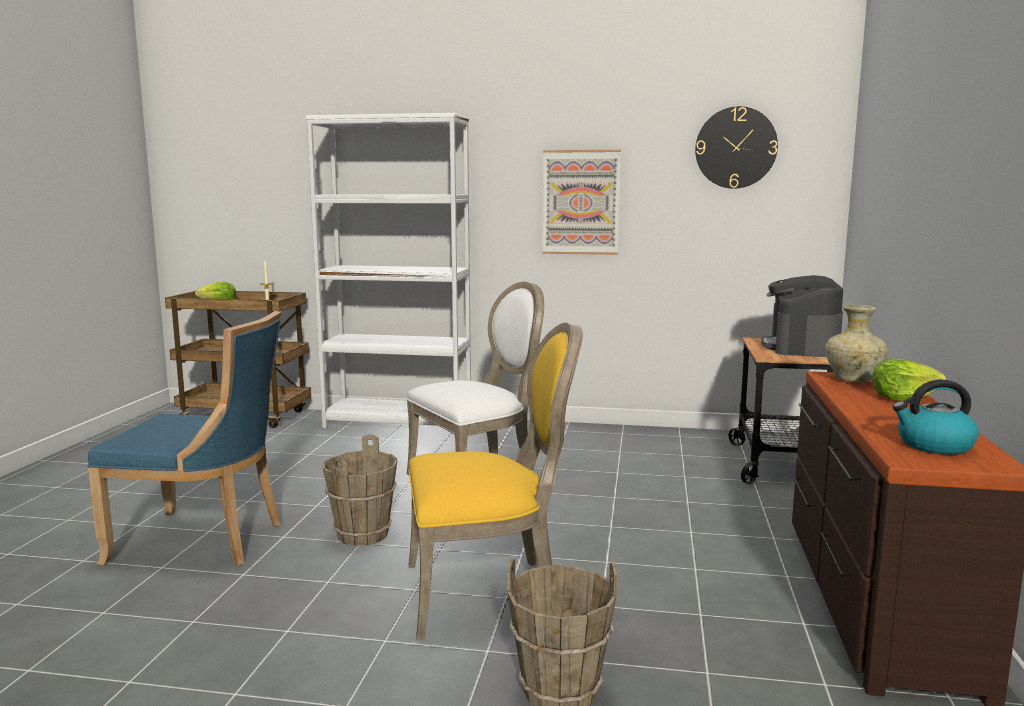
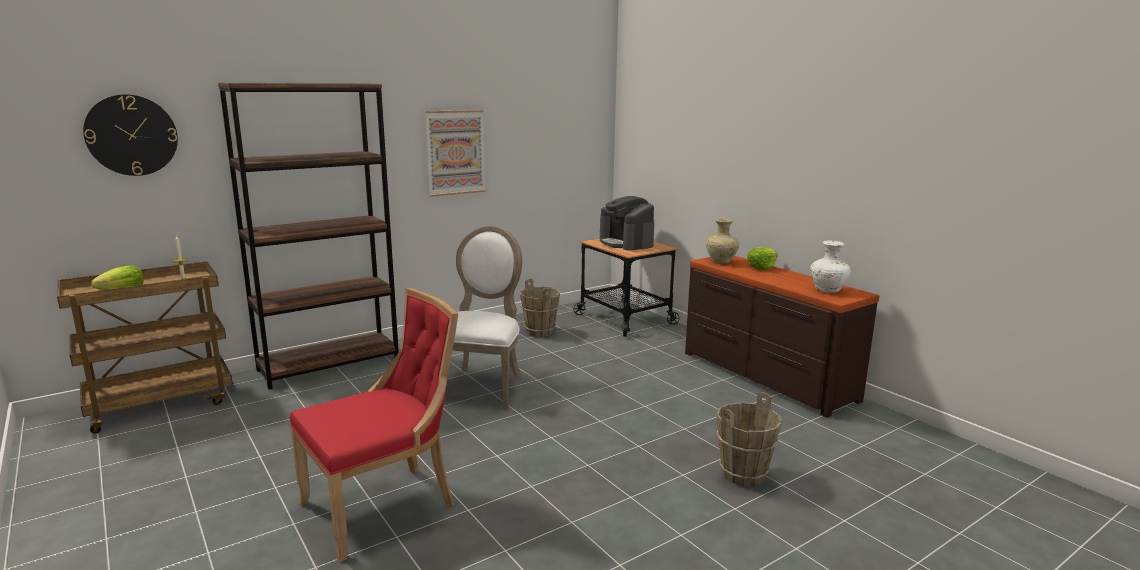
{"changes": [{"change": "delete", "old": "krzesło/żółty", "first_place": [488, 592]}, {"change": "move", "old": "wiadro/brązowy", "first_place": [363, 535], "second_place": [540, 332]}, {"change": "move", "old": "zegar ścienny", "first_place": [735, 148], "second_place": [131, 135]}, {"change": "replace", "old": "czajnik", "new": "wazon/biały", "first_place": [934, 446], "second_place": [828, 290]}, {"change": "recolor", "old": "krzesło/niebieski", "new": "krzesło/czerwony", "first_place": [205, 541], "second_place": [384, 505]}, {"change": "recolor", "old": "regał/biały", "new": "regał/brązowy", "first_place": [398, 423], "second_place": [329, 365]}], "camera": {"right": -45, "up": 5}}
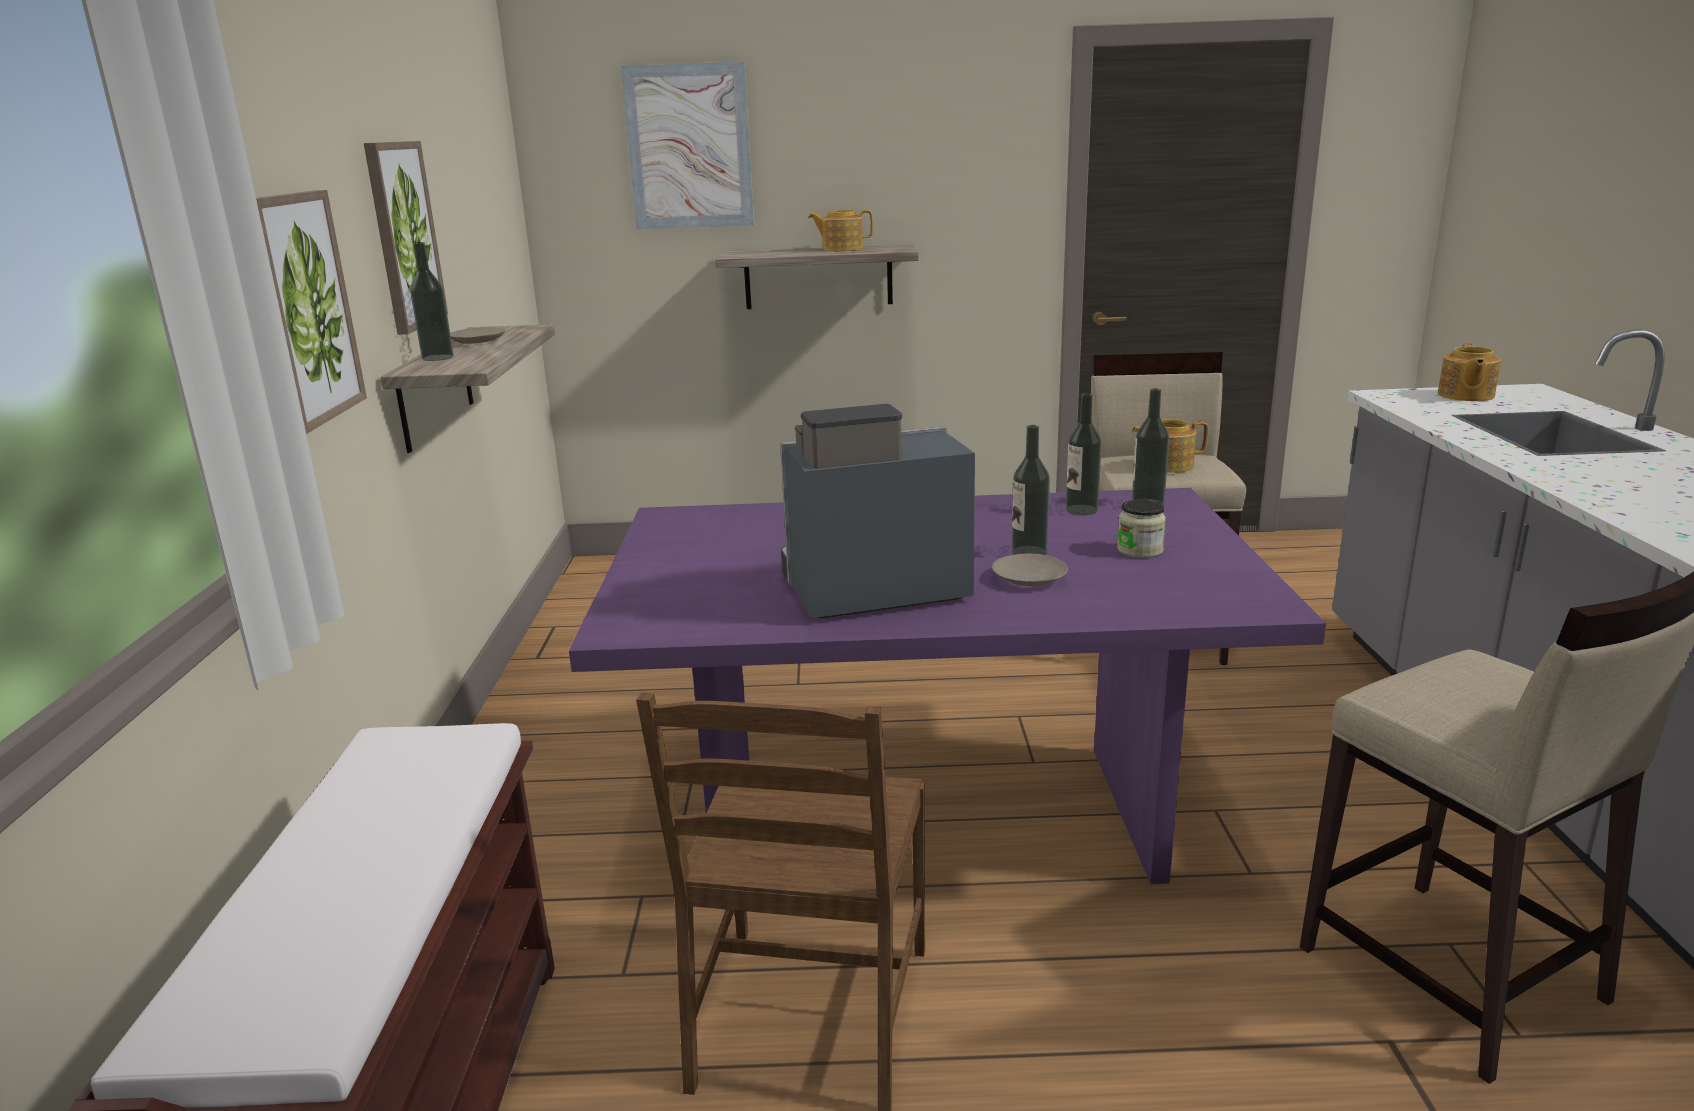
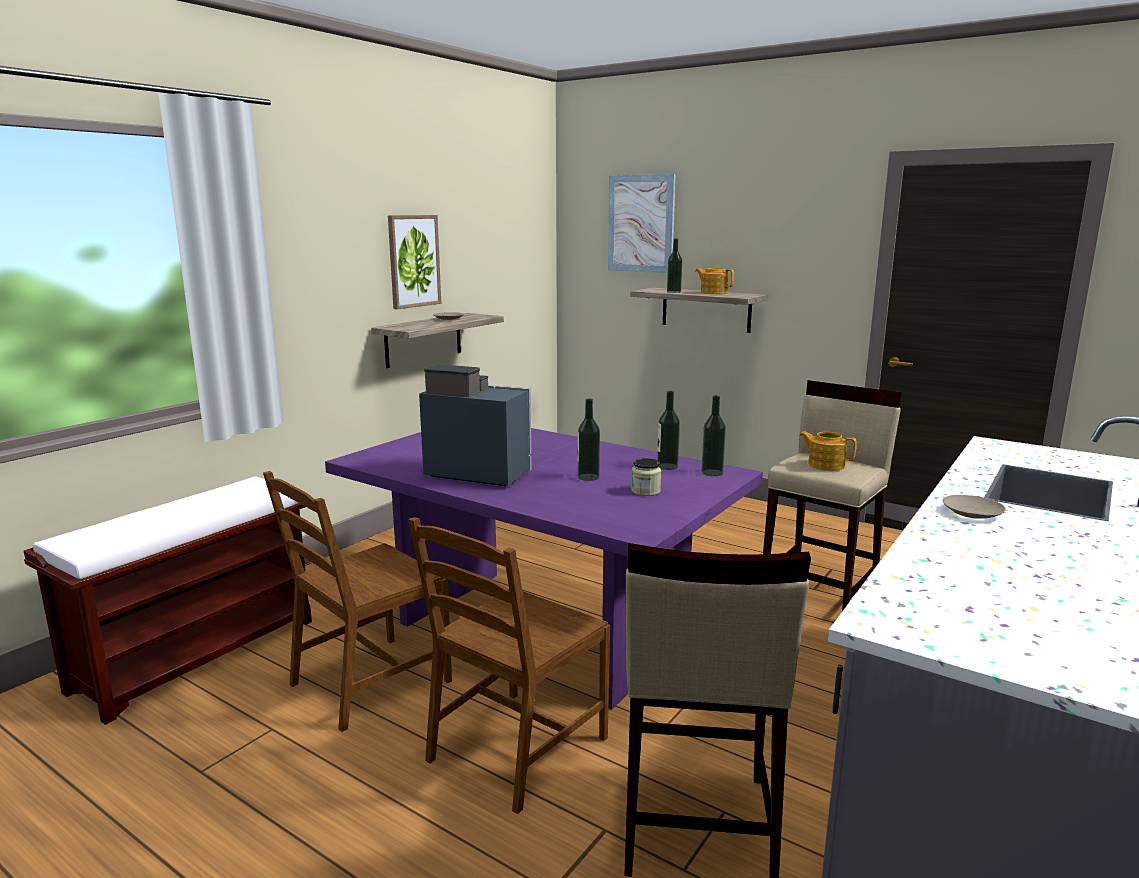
{"changes": [{"change": "delete", "old": "obraz", "first_place": [303, 309]}, {"change": "delete", "old": "imbryk", "first_place": [1465, 395]}, {"change": "insert", "new": "krzesło/brązowy", "second_place": [516, 749]}, {"change": "move", "old": "butelka", "first_place": [437, 358], "second_place": [674, 292]}, {"change": "move", "old": "talerz/beżowy", "first_place": [1029, 578], "second_place": [972, 513]}], "camera": {"right": 35, "up": -5}}
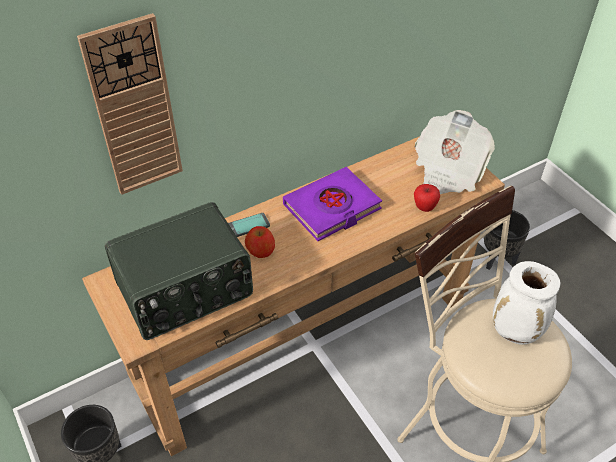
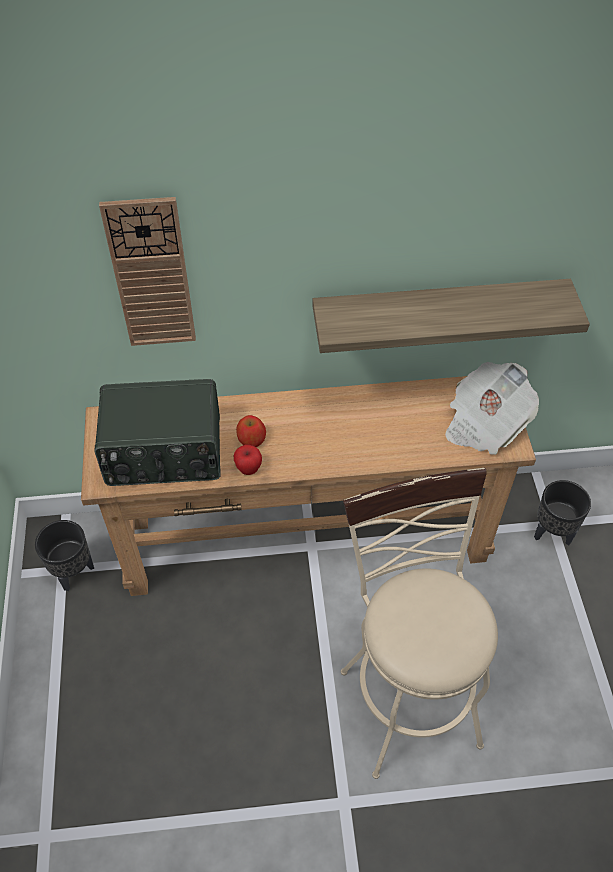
{"changes": [{"change": "delete", "old": "telefon", "first_place": [248, 226]}, {"change": "delete", "old": "książka/fioletowy", "first_place": [332, 208]}, {"change": "delete", "old": "wazon/biały", "first_place": [516, 332]}, {"change": "insert", "new": "półka", "second_place": [438, 312]}, {"change": "move", "old": "jabłko", "first_place": [424, 207], "second_place": [248, 469]}], "camera": {"right": 25, "up": 5}}
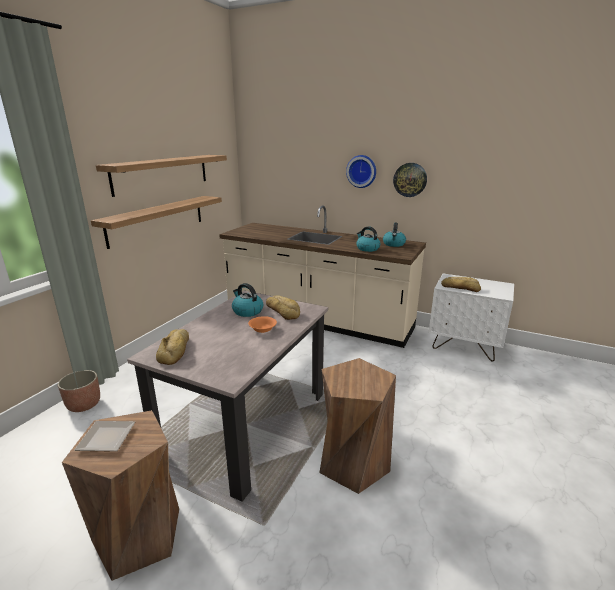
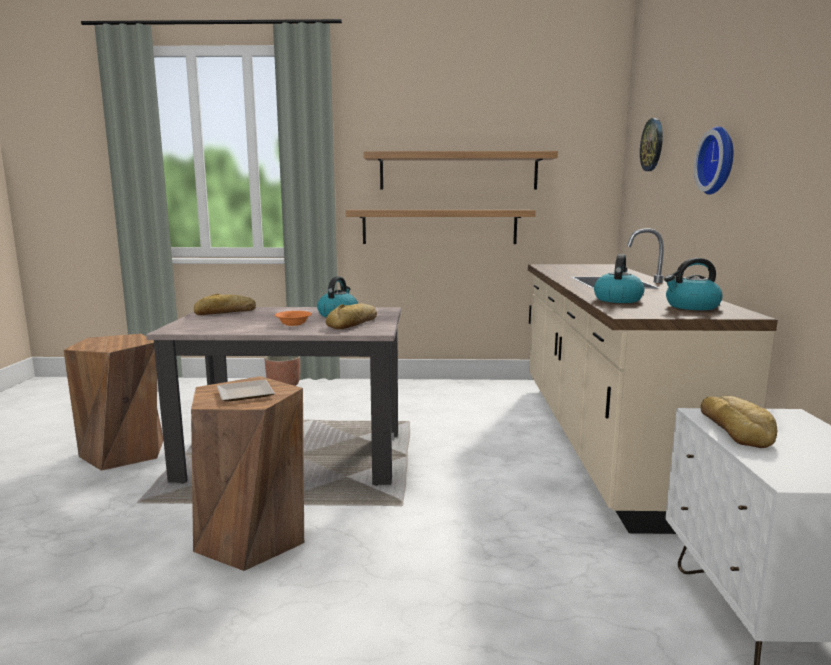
{"changes": [{"change": "move", "old": "talerz", "first_place": [104, 439], "second_place": [243, 393]}, {"change": "move", "old": "zegar ścienny", "first_place": [410, 180], "second_place": [652, 145]}], "camera": {"right": 65, "up": -10}}
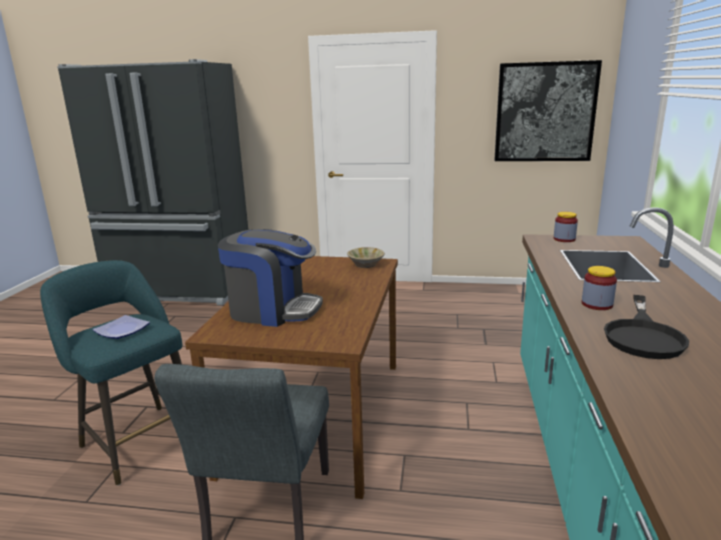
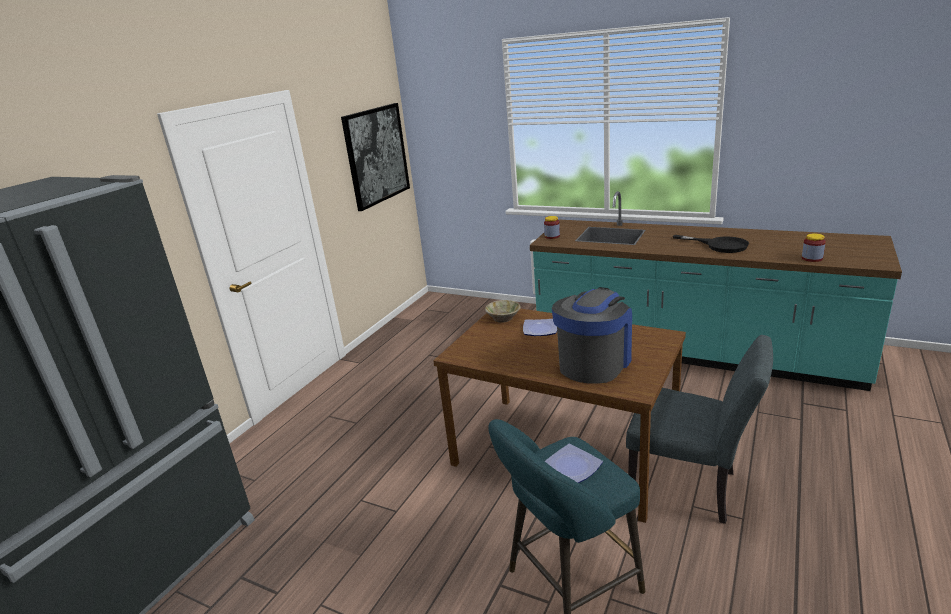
{"changes": [{"change": "insert", "new": "talerz", "second_place": [541, 329]}, {"change": "move", "old": "słoik", "first_place": [597, 304], "second_place": [812, 258]}], "camera": {"right": -70, "up": 5}}
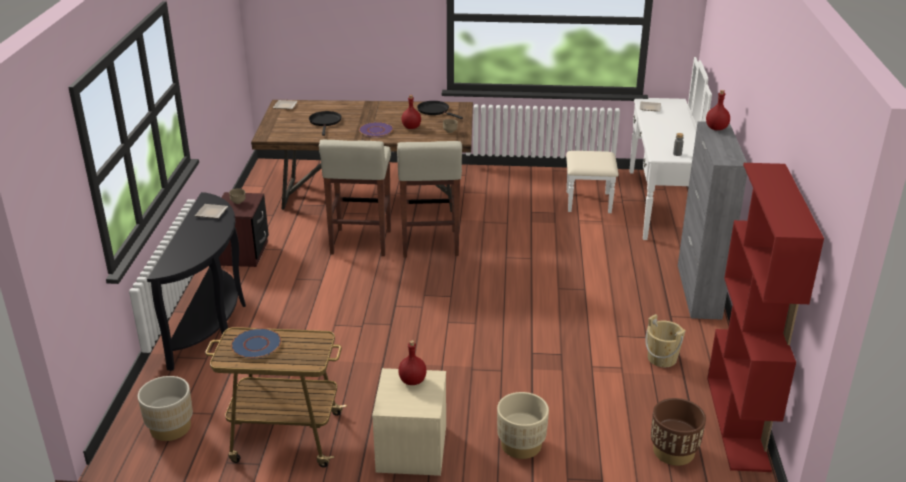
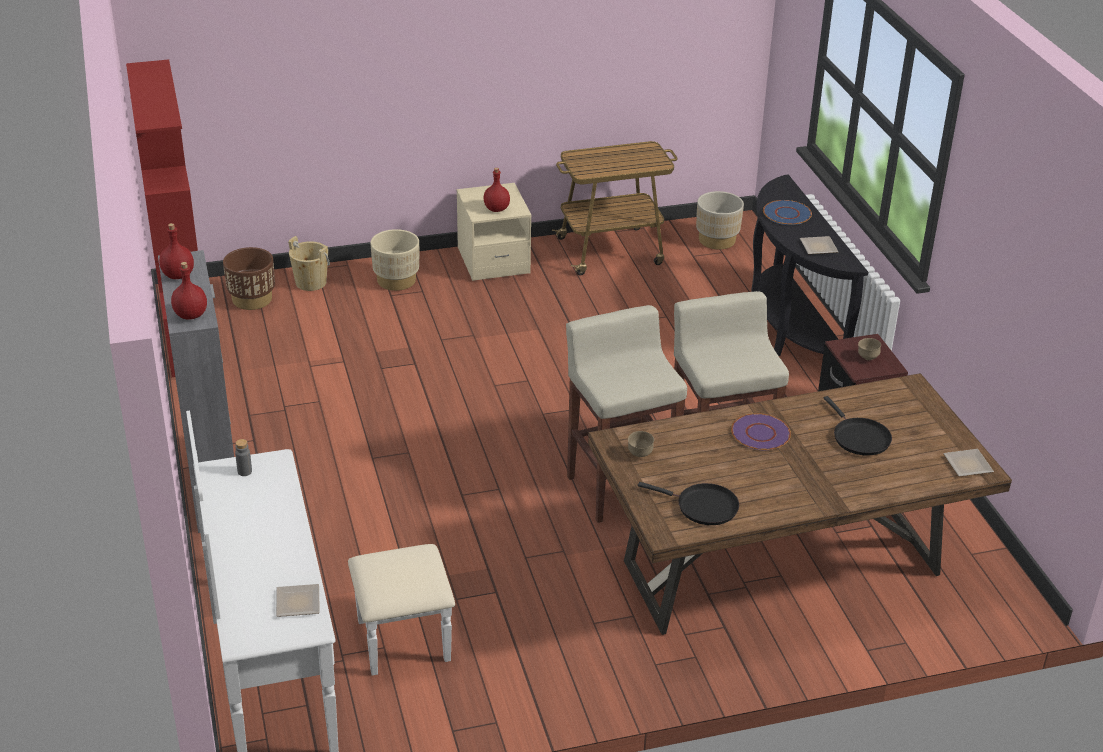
{"changes": [{"change": "move", "old": "talerz/niebieski", "first_place": [256, 345], "second_place": [787, 213]}, {"change": "move", "old": "butelka/czerwony", "first_place": [411, 127], "second_place": [177, 275]}, {"change": "move", "old": "wiadro/beżowy", "first_place": [662, 358], "second_place": [311, 282]}], "camera": {"right": 160, "up": 5}}
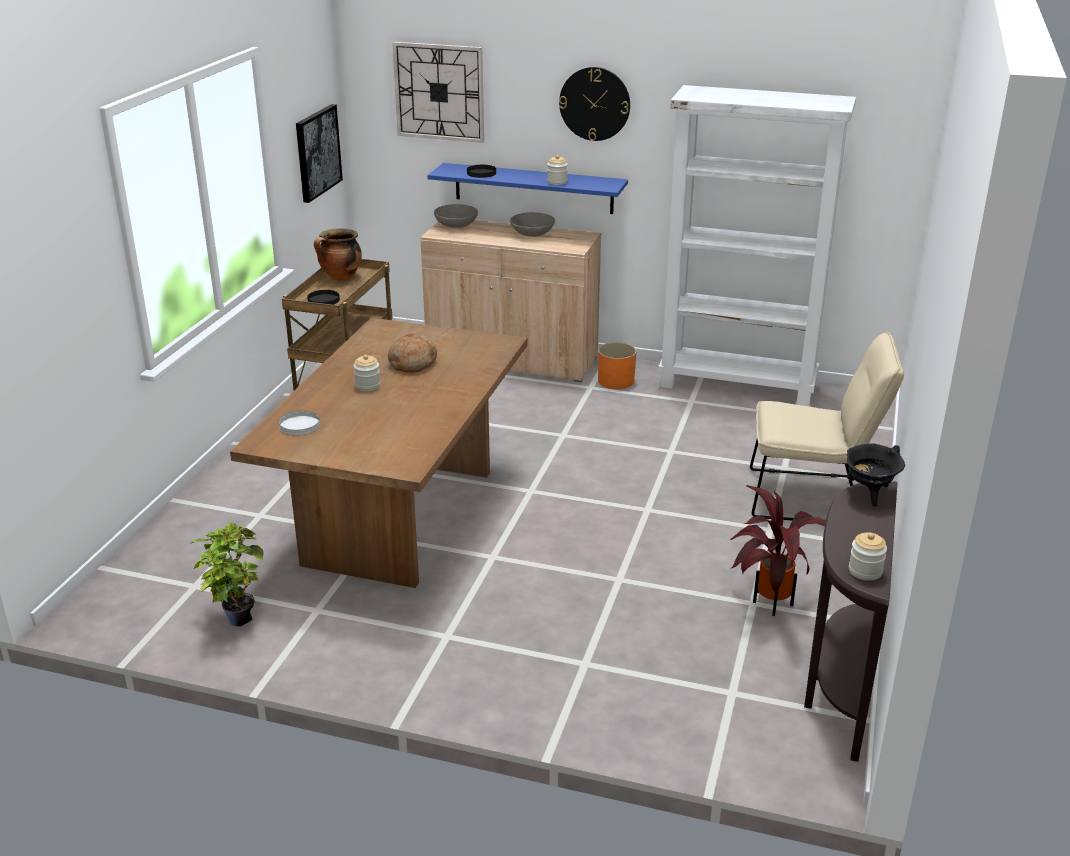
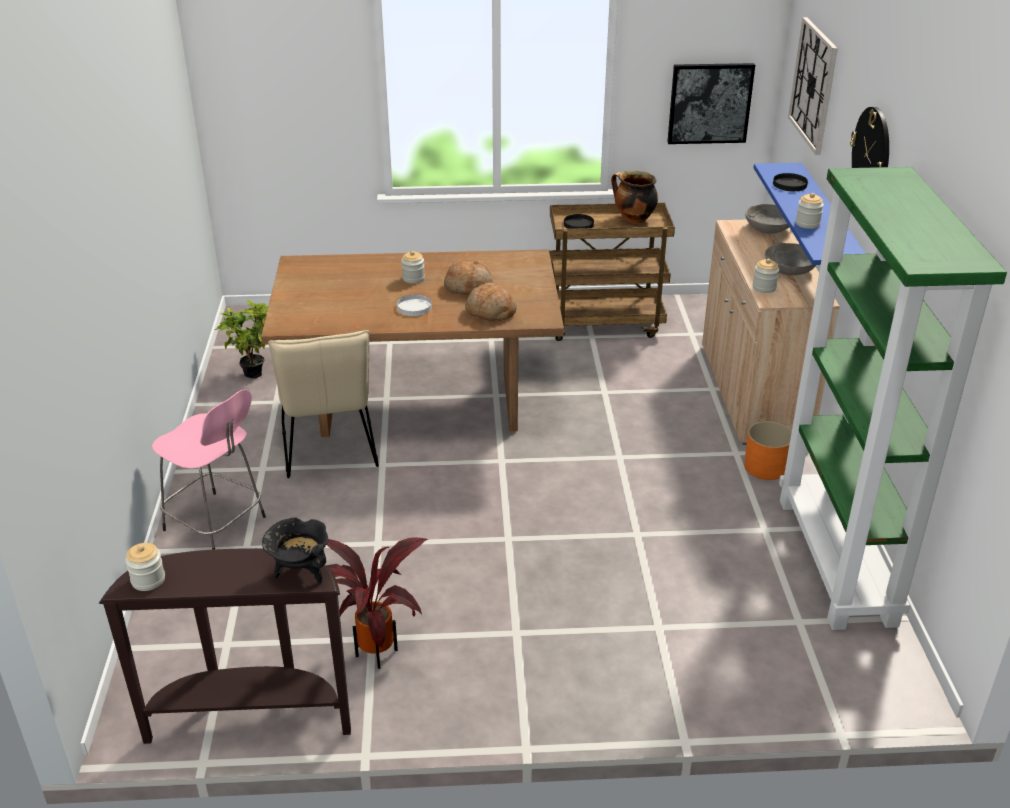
{"changes": [{"change": "insert", "new": "stołek/różowy", "second_place": [217, 525]}, {"change": "insert", "new": "chleb", "second_place": [490, 312]}, {"change": "insert", "new": "słoik", "second_place": [764, 288]}, {"change": "move", "old": "talerz/biały", "first_place": [299, 425], "second_place": [414, 307]}, {"change": "move", "old": "krzesło/beżowy", "first_place": [812, 498], "second_place": [329, 450]}, {"change": "recolor", "old": "regał/biały", "new": "regał/zielony", "first_place": [738, 385], "second_place": [837, 560]}], "camera": {"right": 70, "up": 5}}
